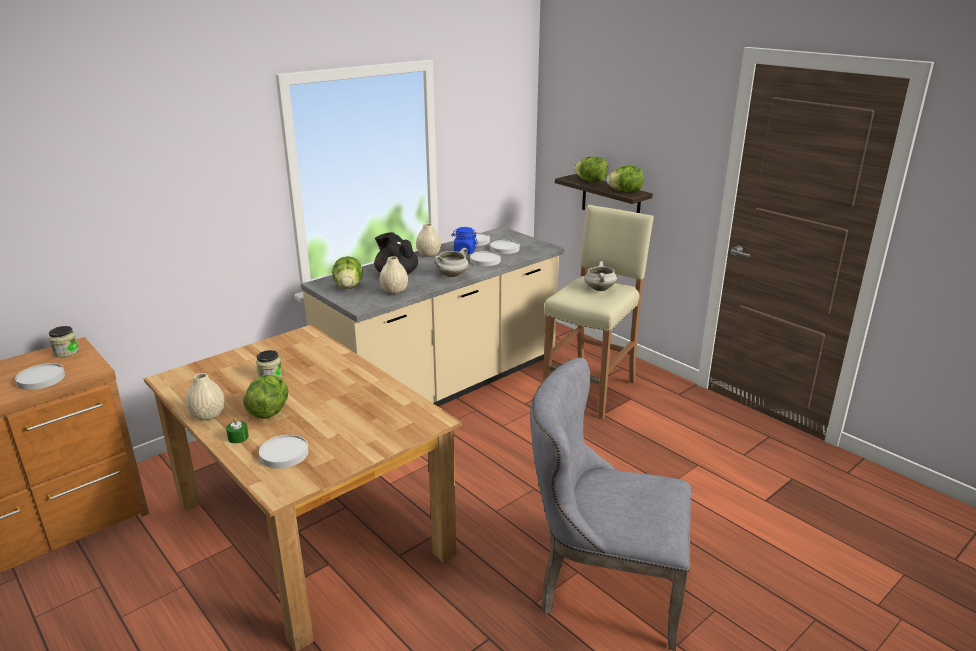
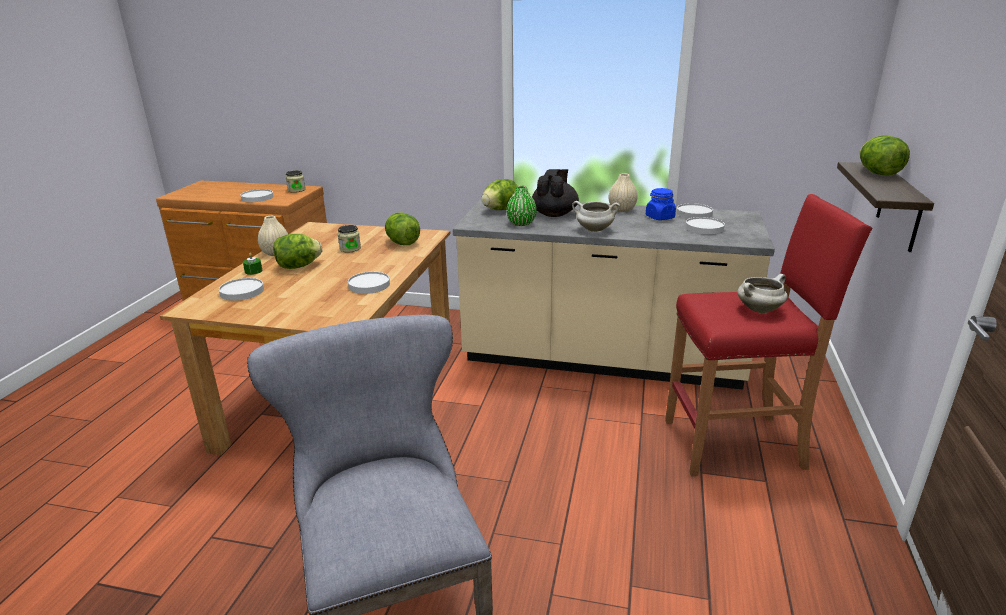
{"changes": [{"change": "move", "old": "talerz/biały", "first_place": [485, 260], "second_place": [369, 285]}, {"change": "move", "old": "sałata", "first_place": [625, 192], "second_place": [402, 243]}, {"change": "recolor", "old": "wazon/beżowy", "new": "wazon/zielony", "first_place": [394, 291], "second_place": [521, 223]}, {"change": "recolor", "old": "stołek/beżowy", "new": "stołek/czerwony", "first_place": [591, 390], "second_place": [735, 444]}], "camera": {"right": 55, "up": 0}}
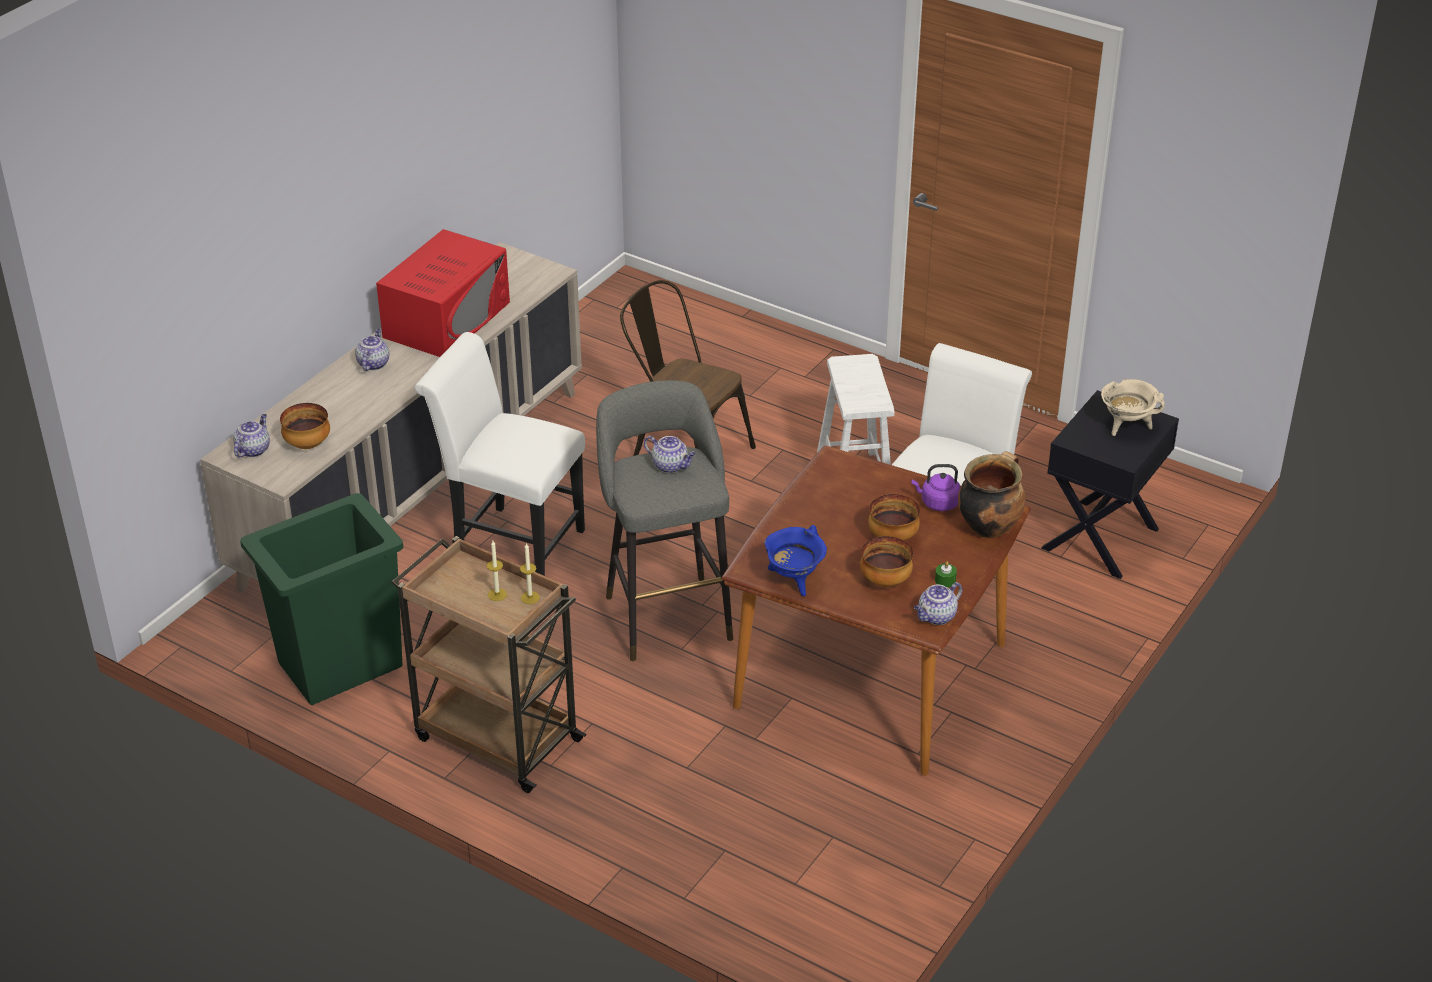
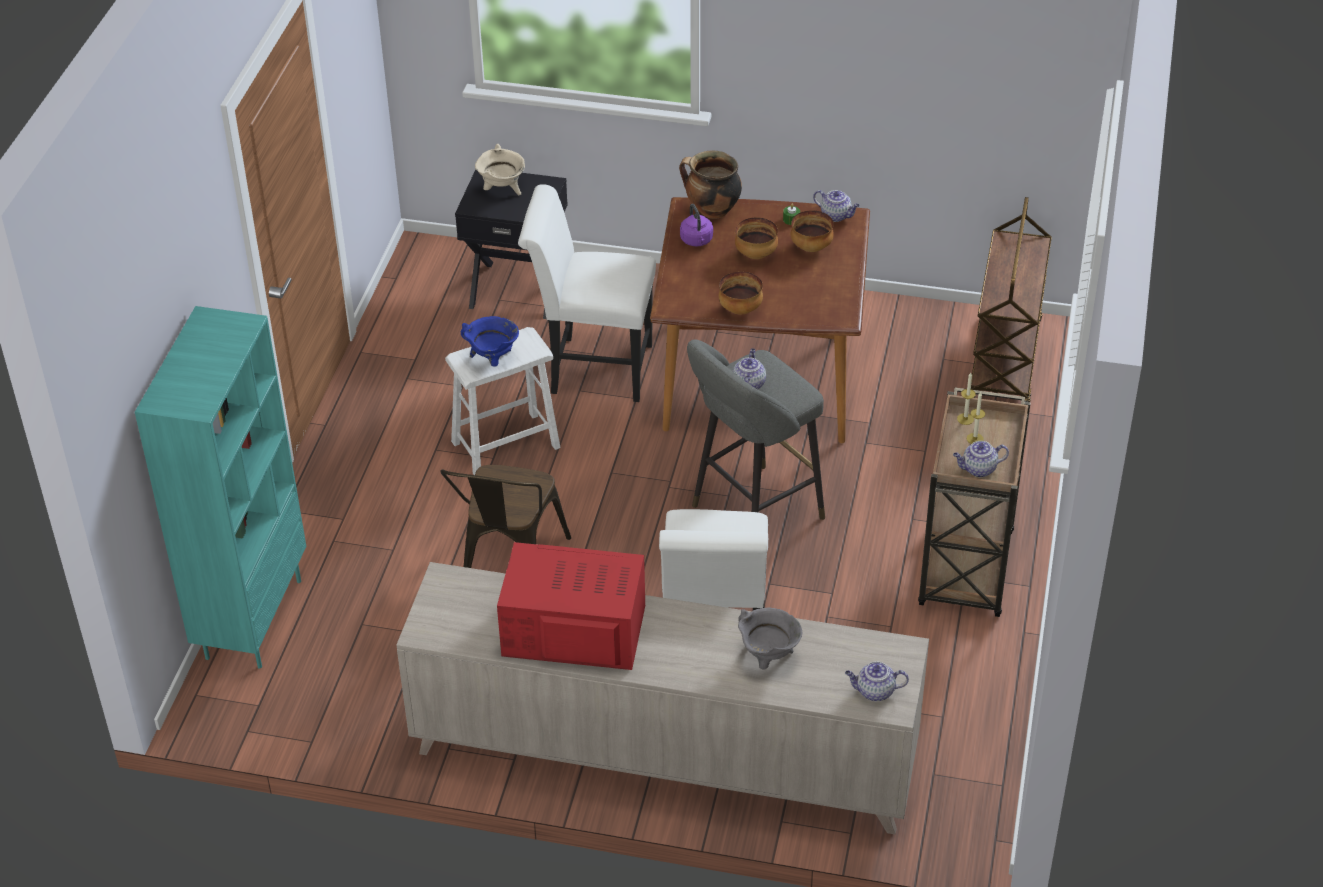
{"changes": [{"change": "delete", "old": "kosz na śmieci/zielony", "first_place": [338, 665]}, {"change": "insert", "new": "regał/turkusowy", "second_place": [252, 618]}, {"change": "insert", "new": "garnek/szary", "second_place": [768, 658]}, {"change": "insert", "new": "wózek/brązowy", "second_place": [1005, 362]}, {"change": "move", "old": "miska", "first_place": [307, 445], "second_place": [741, 309]}, {"change": "move", "old": "imbryk", "first_place": [373, 363], "second_place": [978, 469]}, {"change": "move", "old": "garnek/niebieski", "first_place": [794, 580], "second_place": [492, 360]}], "camera": {"right": -110, "up": 5}}
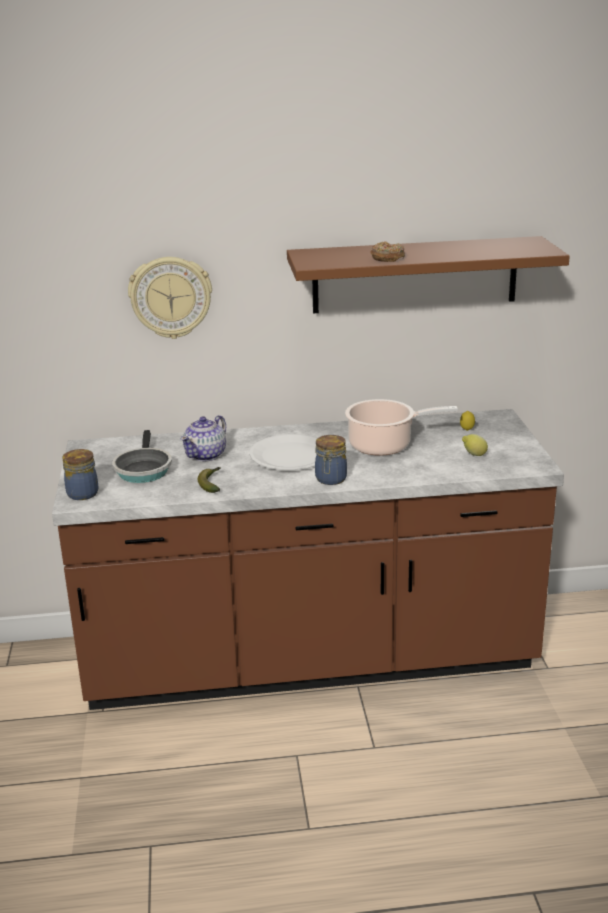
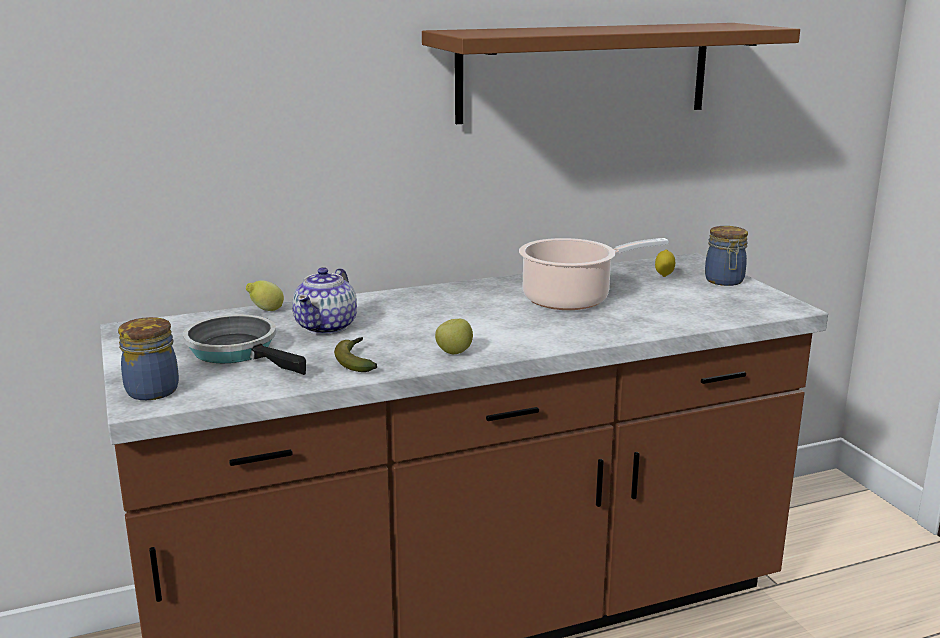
{"changes": [{"change": "delete", "old": "zegar ścienny", "first_place": [170, 297]}, {"change": "delete", "old": "talerz/biały", "first_place": [291, 455]}, {"change": "delete", "old": "donut", "first_place": [387, 258]}, {"change": "insert", "new": "jabłko", "second_place": [454, 353]}, {"change": "move", "old": "słoik", "first_place": [330, 479], "second_place": [724, 281]}, {"change": "move", "old": "cytryna", "first_place": [474, 455], "second_place": [266, 310]}, {"change": "rotate", "old": "patelnia", "first_place": [142, 469], "second_place": [238, 351], "degrees": 150}], "camera": {"right": -15, "up": -5}}
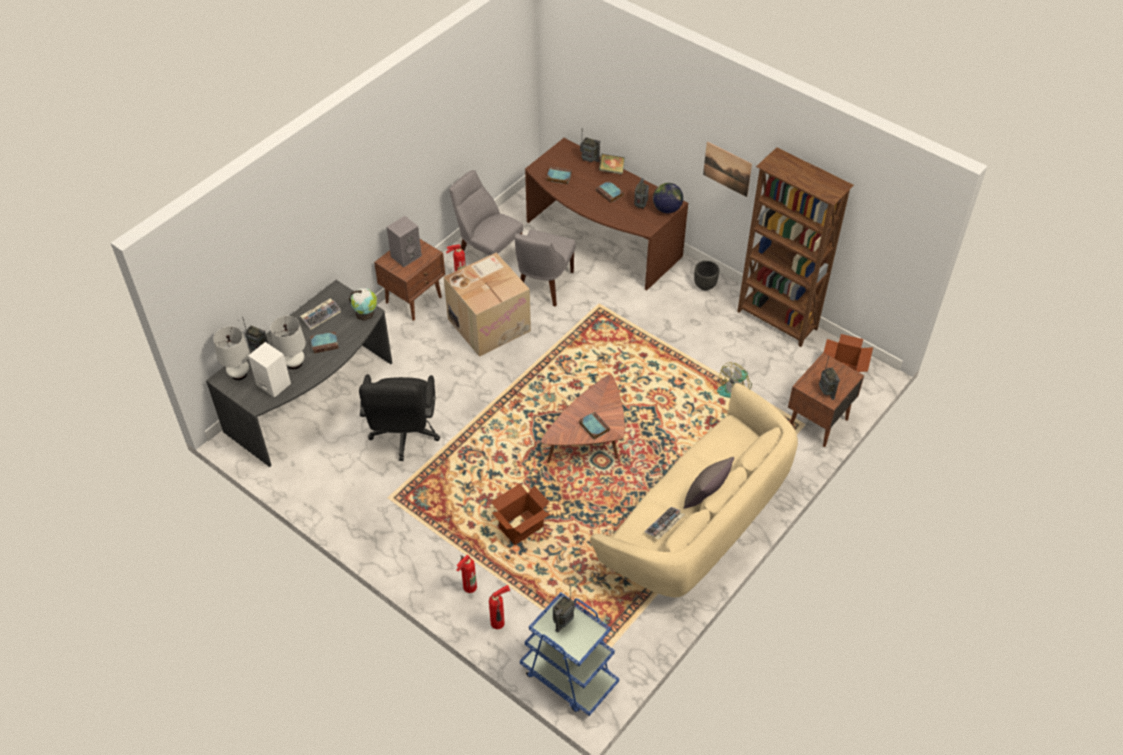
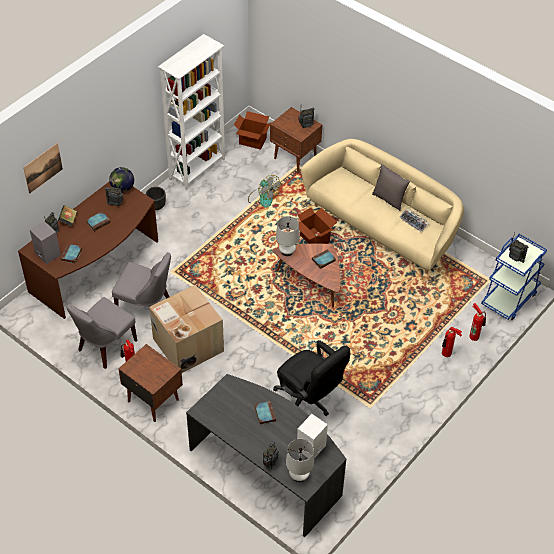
{"changes": [{"change": "delete", "old": "klawiatura", "first_place": [321, 315]}, {"change": "delete", "old": "globus", "first_place": [365, 313]}, {"change": "move", "old": "lampa stołowa/biały", "first_place": [294, 363], "second_place": [287, 251]}, {"change": "move", "old": "głośnik/szary", "first_place": [406, 255], "second_place": [47, 254]}, {"change": "move", "old": "karton", "first_place": [520, 527], "second_place": [314, 239]}, {"change": "move", "old": "obraz", "first_place": [727, 169], "second_place": [43, 168]}, {"change": "recolor", "old": "regał/brązowy", "new": "regał/biały", "first_place": [777, 321], "second_place": [198, 169]}, {"change": "rotate", "old": "krzesło biurowe/czarny", "first_place": [404, 436], "second_place": [309, 400], "degrees": 45}], "camera": {"right": -90, "up": 0}}
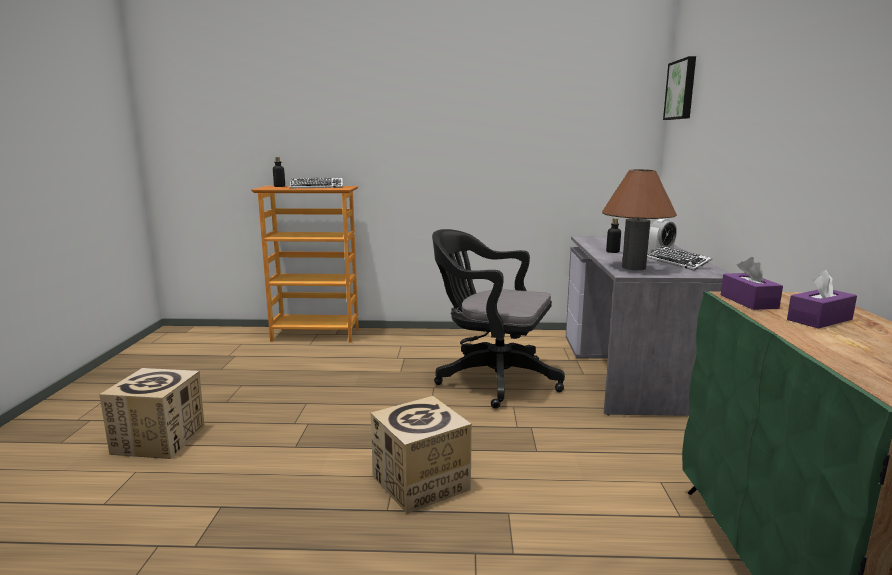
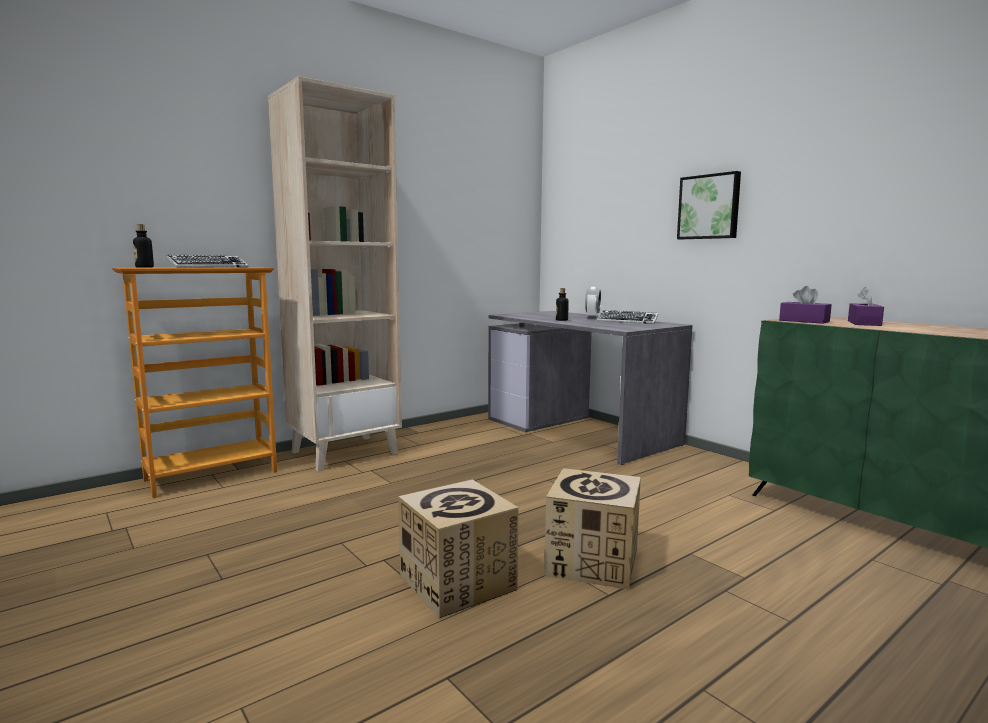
{"changes": [{"change": "delete", "old": "krzesło biurowe/czarny", "first_place": [491, 379]}, {"change": "delete", "old": "lampa stołowa/brązowy", "first_place": [633, 267]}, {"change": "insert", "new": "regał/beżowy", "second_place": [345, 452]}, {"change": "move", "old": "karton", "first_place": [160, 439], "second_place": [457, 582]}, {"change": "move", "old": "obraz", "first_place": [682, 90], "second_place": [709, 207]}], "camera": {"right": -40, "up": -5}}
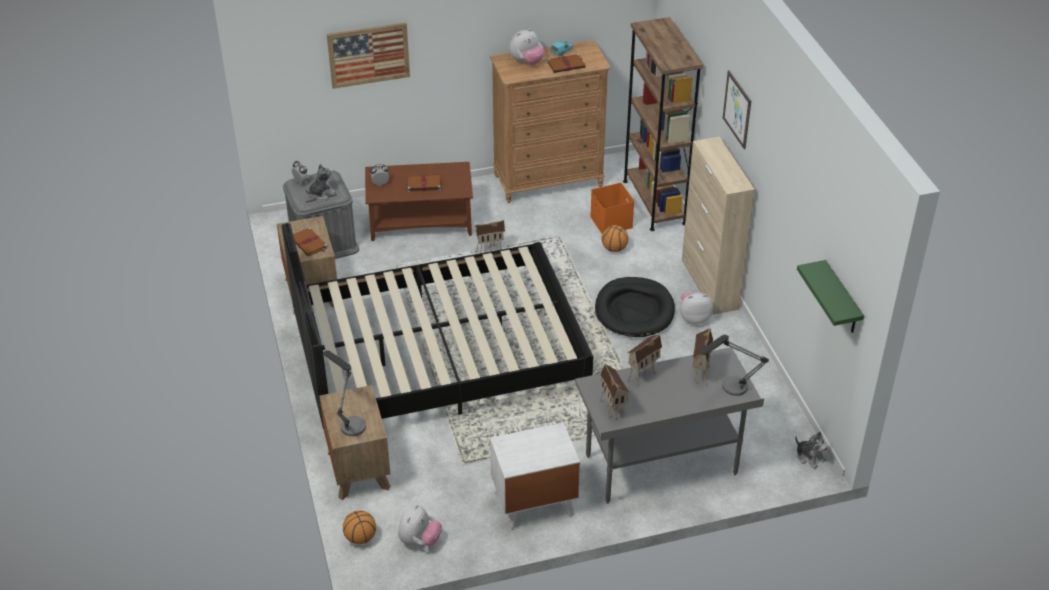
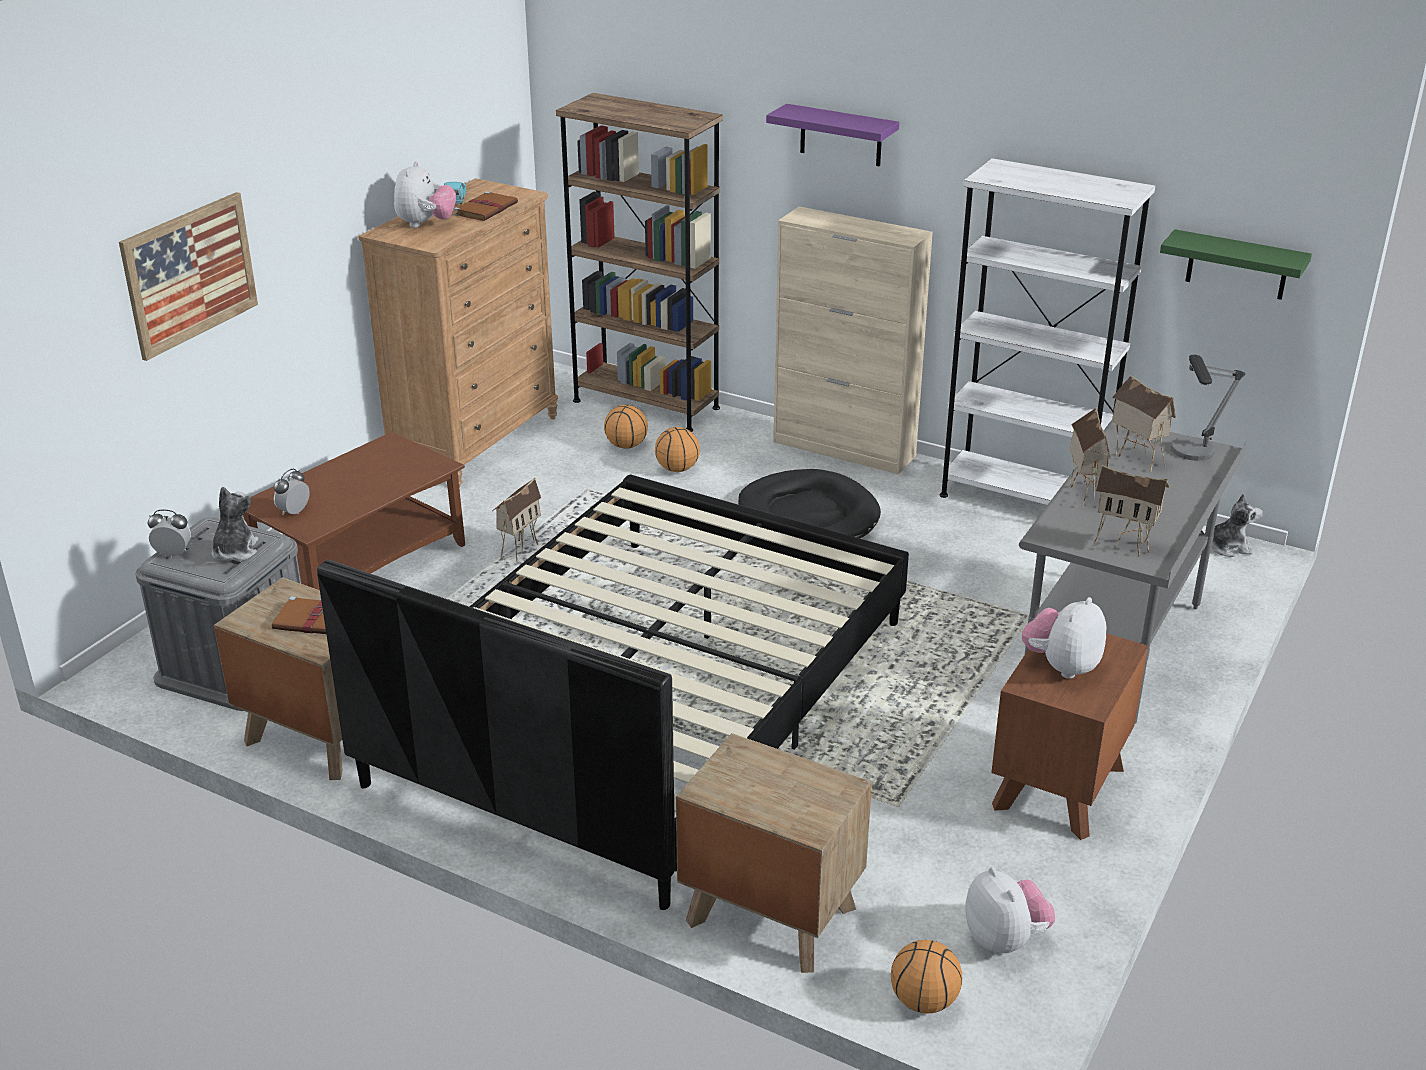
{"changes": [{"change": "delete", "old": "lampa stołowa", "first_place": [349, 422]}, {"change": "delete", "old": "książka/brązowy", "first_place": [423, 184]}, {"change": "insert", "new": "regał/biały", "second_place": [1022, 500]}, {"change": "move", "old": "pluszak", "first_place": [694, 318], "second_place": [1061, 666]}, {"change": "replace", "old": "pojemnik do przechowywania/pomarańczowy", "new": "piłka do koszykówki", "first_place": [610, 221], "second_place": [625, 446]}, {"change": "replace", "old": "obraz", "new": "półka/fioletowy", "first_place": [737, 109], "second_place": [841, 135]}, {"change": "recolor", "old": "szafka nocna/biały", "new": "szafka nocna/brązowy", "first_place": [533, 504], "second_place": [1058, 788]}], "camera": {"right": -45, "up": -10}}
